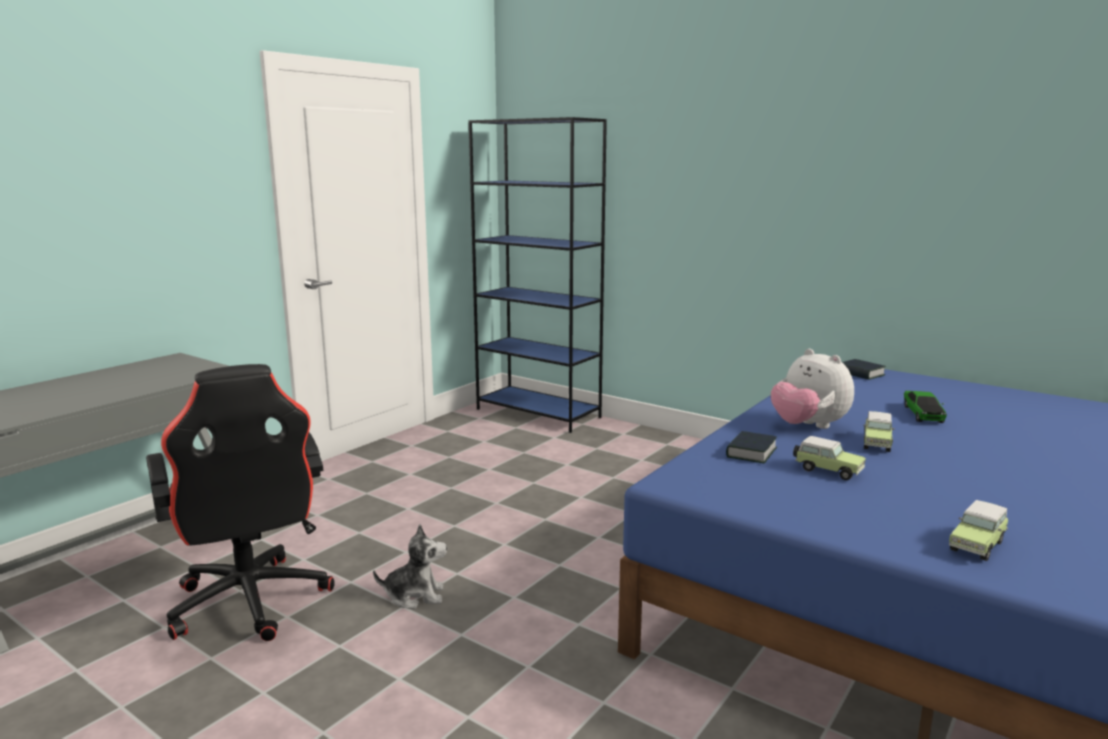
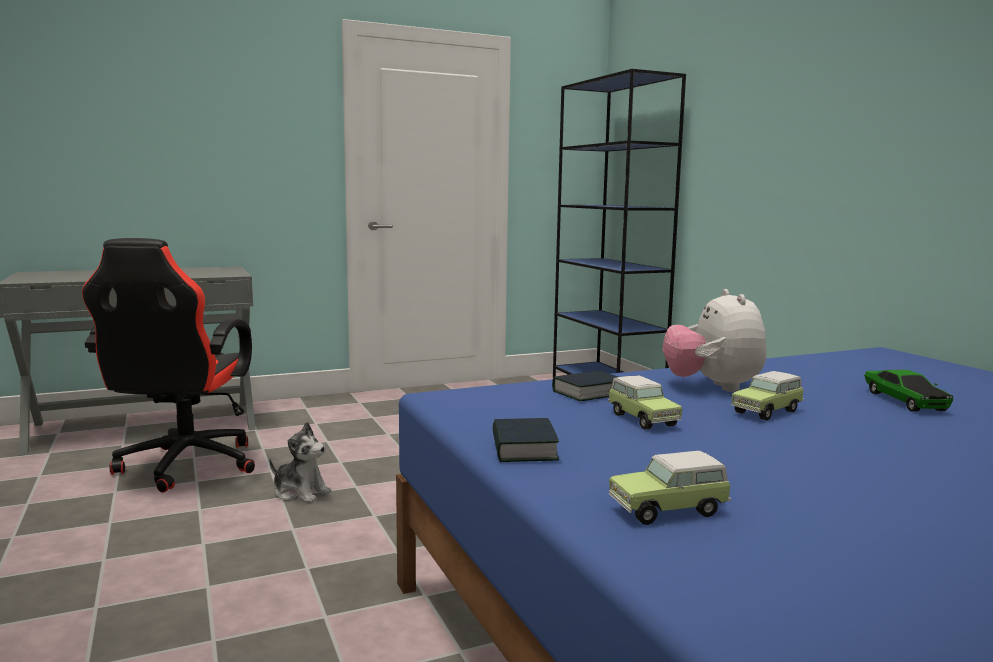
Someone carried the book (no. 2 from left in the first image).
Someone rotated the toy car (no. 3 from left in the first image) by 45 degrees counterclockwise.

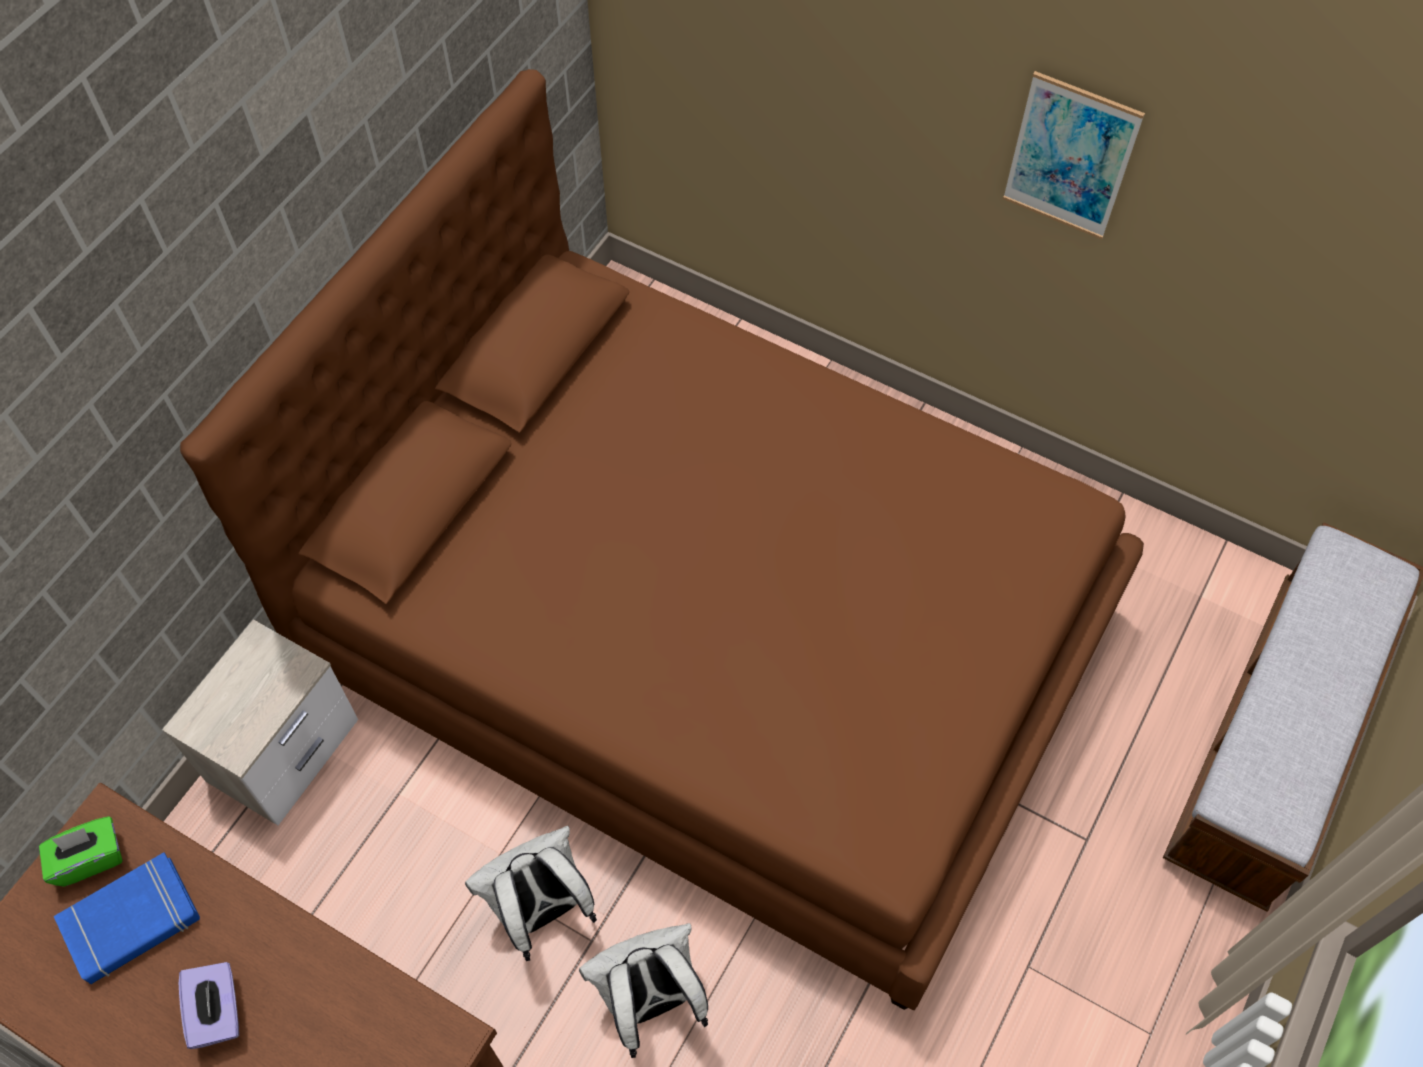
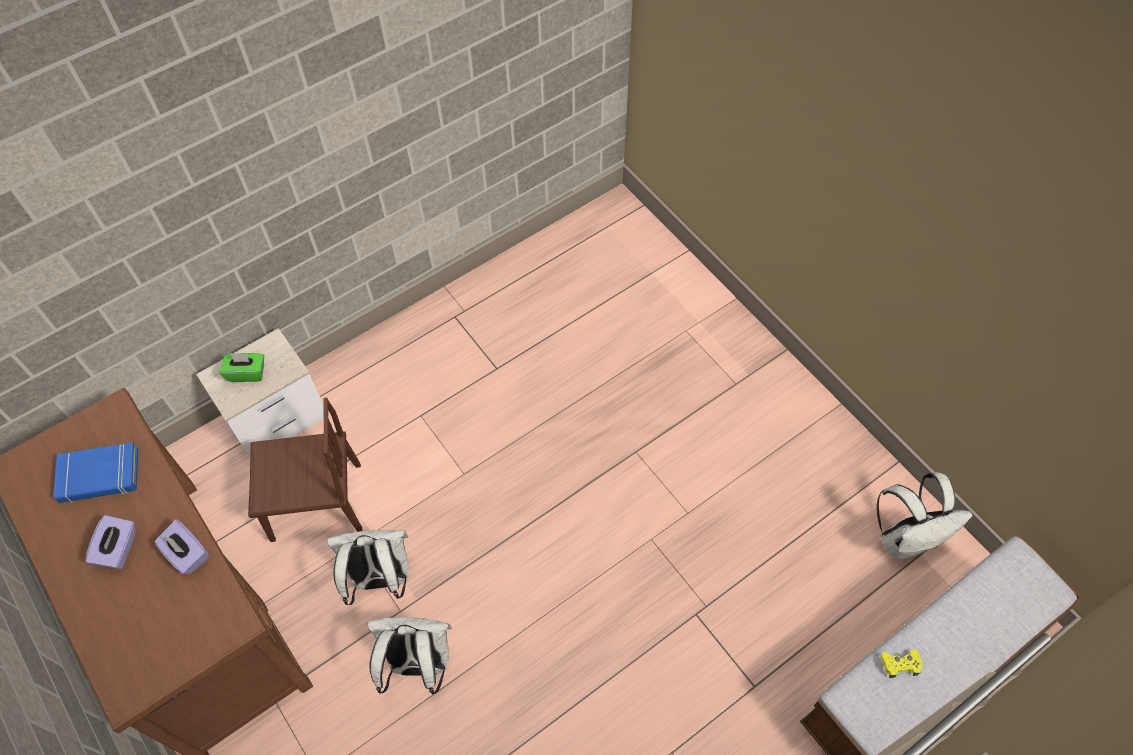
Someone took away the brown bed.
Someone took away the picture.
Someone carried the green tissue box.
Someone put down the brown chair.
Someone put down the white backpack (no. 3 from left).
Someone put down the purple tissue box (no. 2 from left).
Someone put down the yellow game controller.

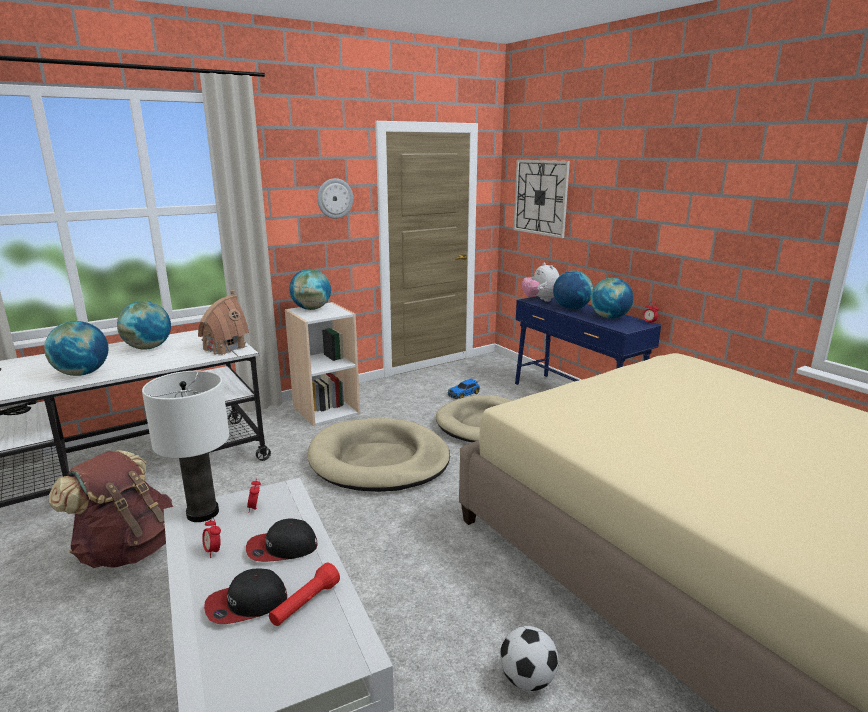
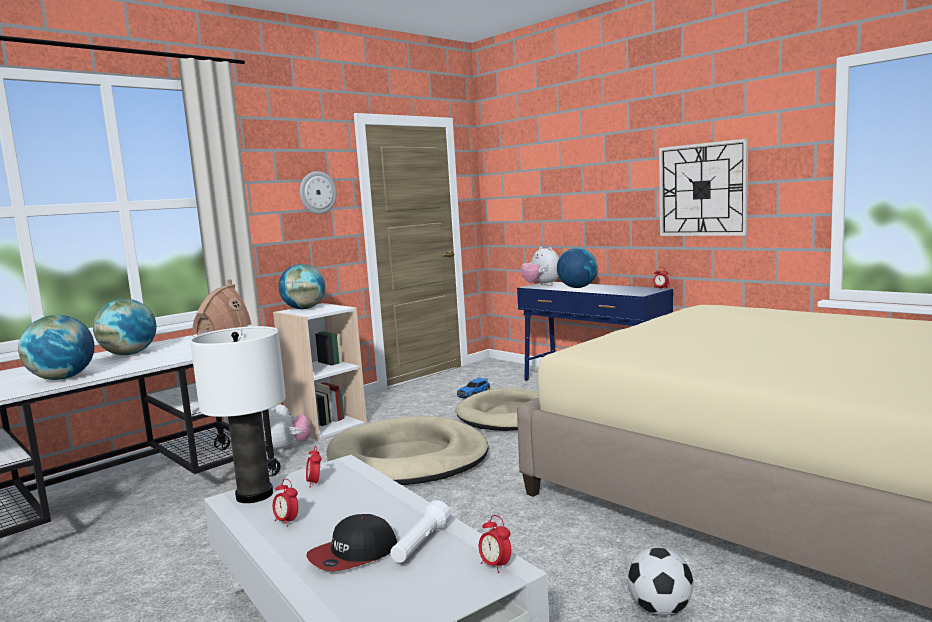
Someone carried the wall clock (no. 2 from left).
Someone took away the globe (no. 5 from left).
Someone took away the brown backpack.
Someone took away the cap (no. 2 from left).
Someone repainted the red flashlight, which became the white flashlight.
Someone put down the plush toy (no. 1 from left).
Someone put down the alarm clock (no. 3 from left).

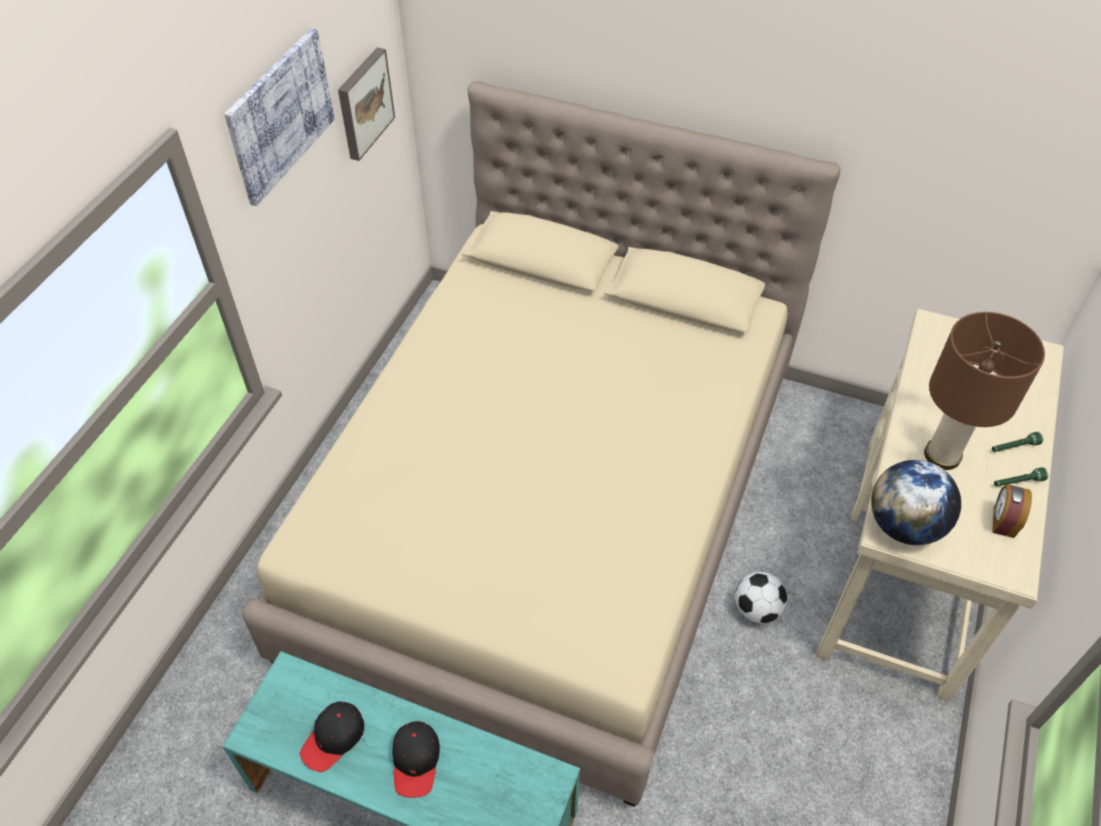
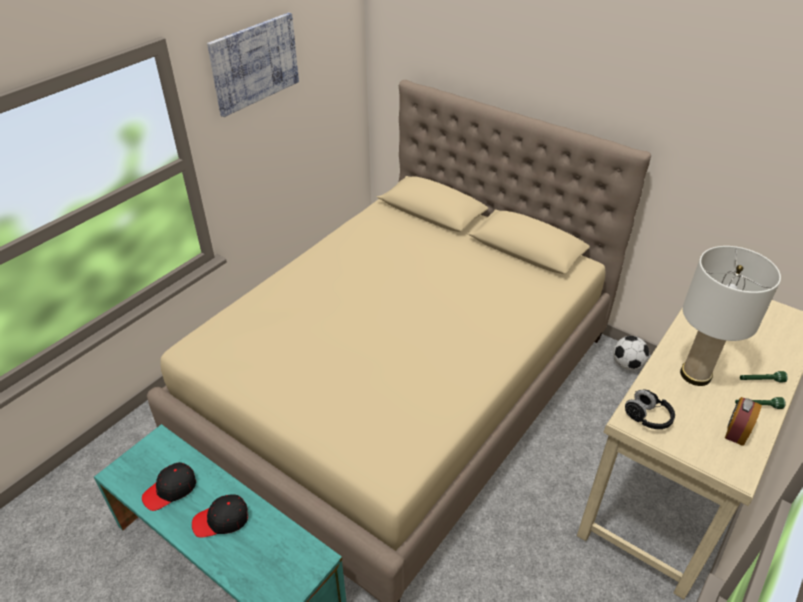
Someone took away the picture (no. 2 from left).
Someone repainted the brown table lamp, which became the white table lamp.
Someone swapped the globe for the black headphones.
Someone carried the football.
Someone rotated the black cap (no. 2 from left) by 60 degrees clockwise.

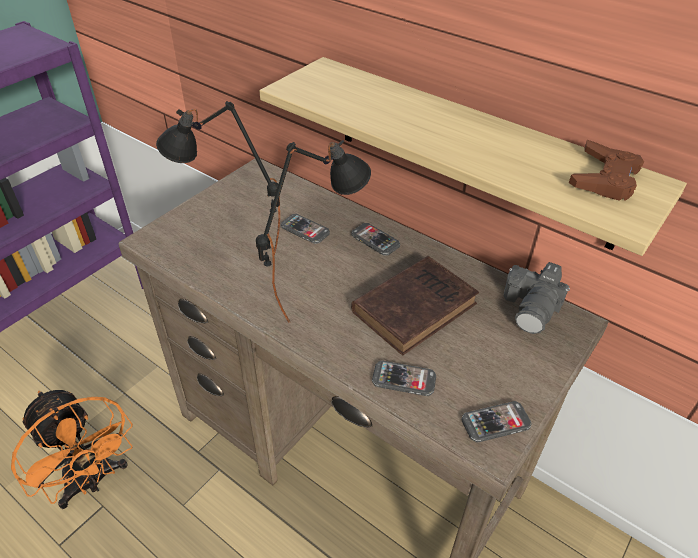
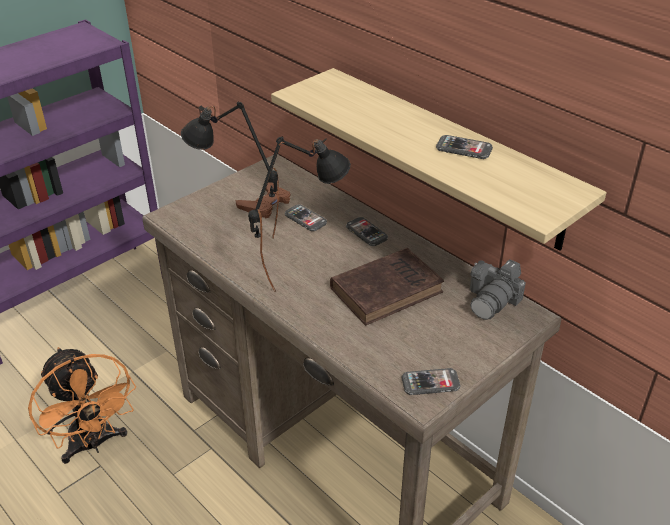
Someone carried the brown game controller.
Someone carried the phone (no. 3 from left in the first image).

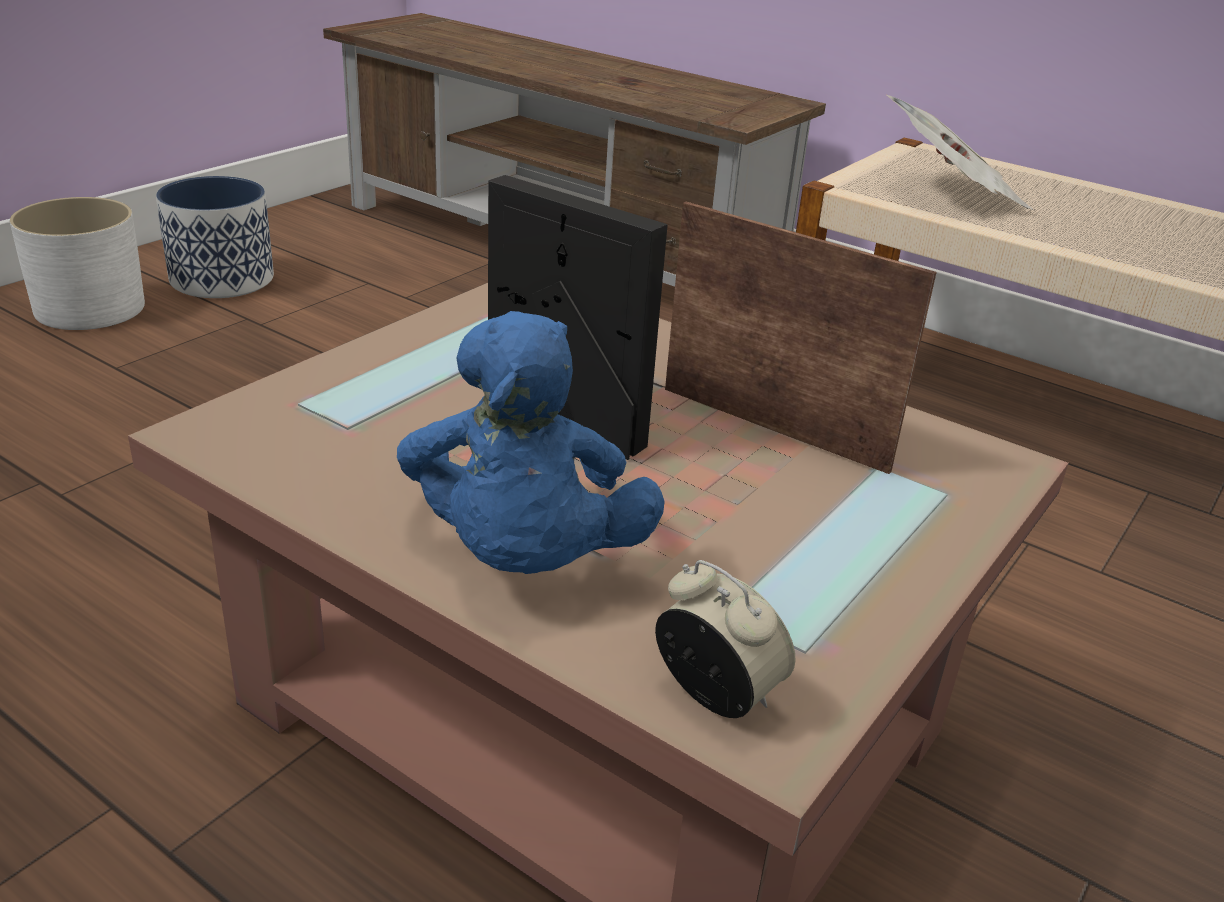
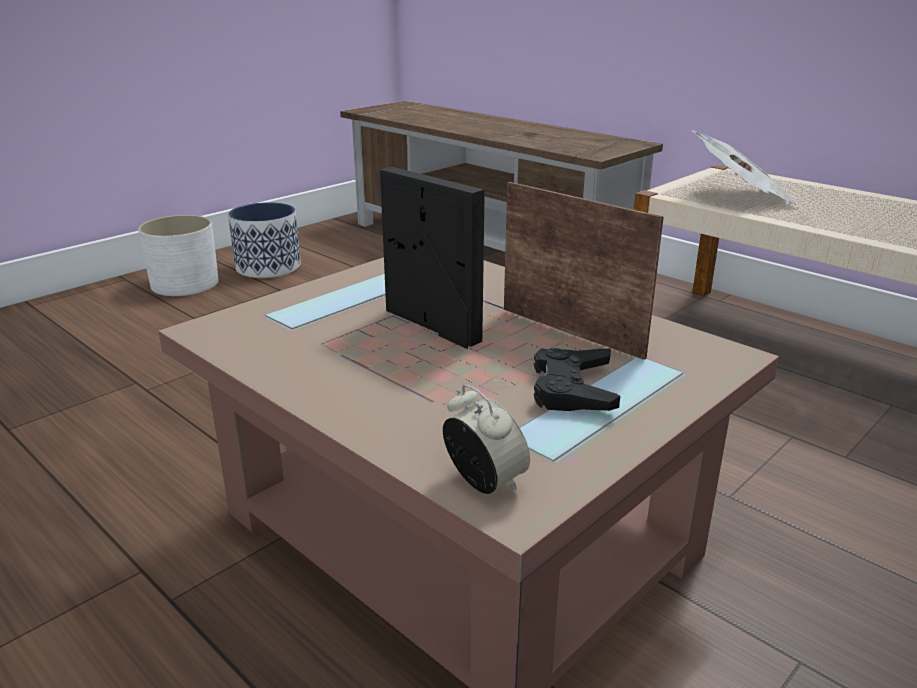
Someone took away the blue plush toy.
Someone put down the black game controller.

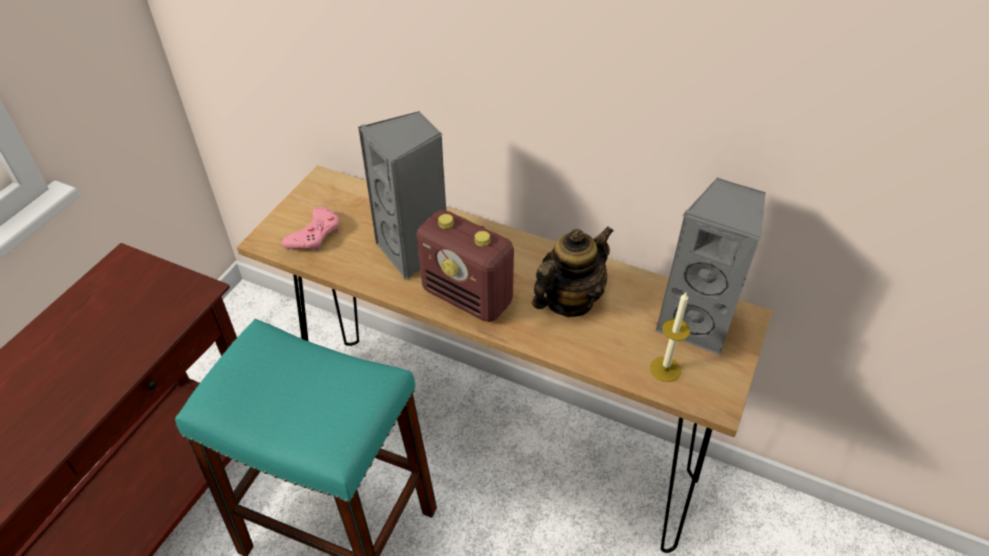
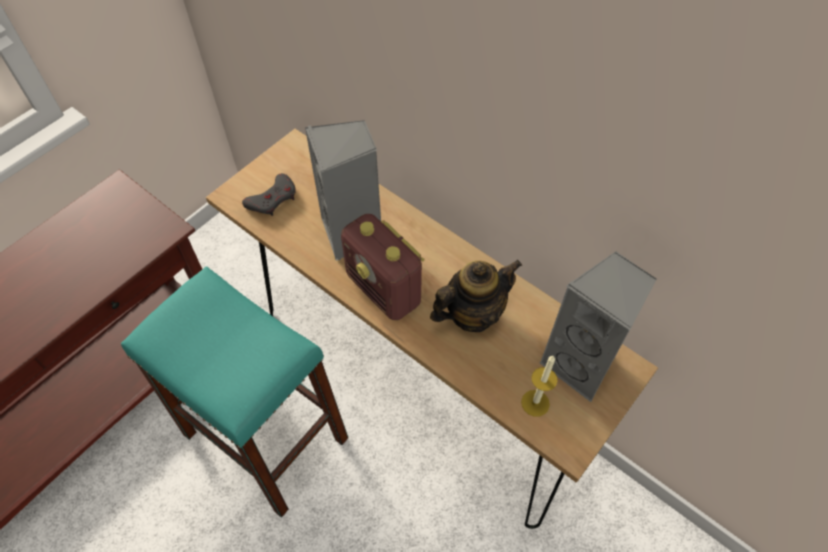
Someone repainted the pink game controller, which became the grey game controller.

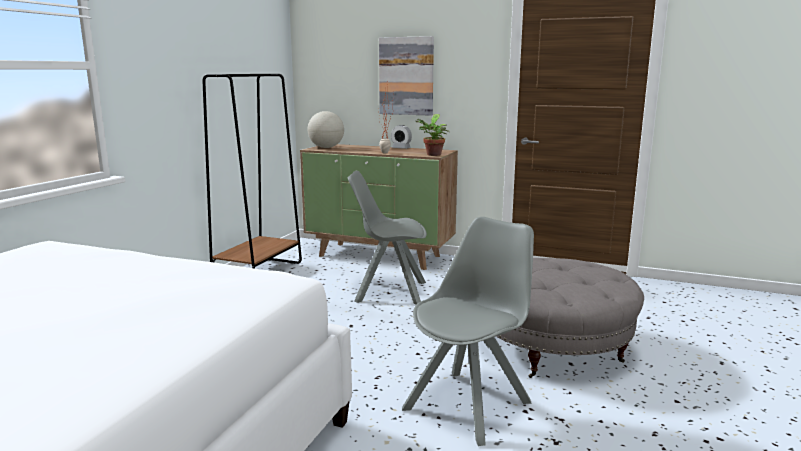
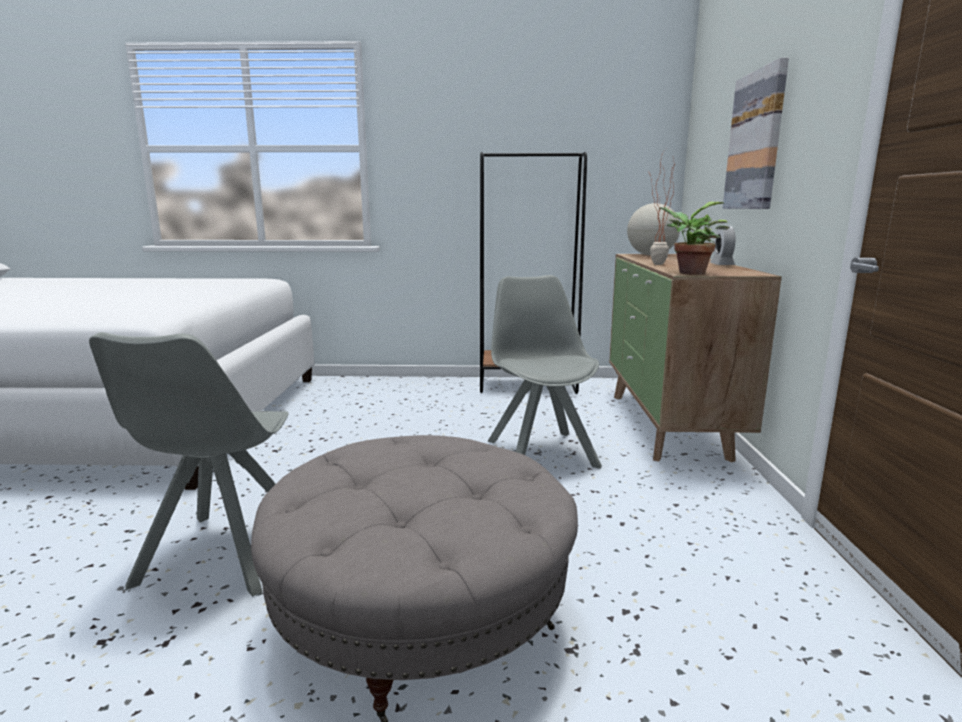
Someone rotated the grey chair (no. 2 from left in the first image) by 75 degrees clockwise.

